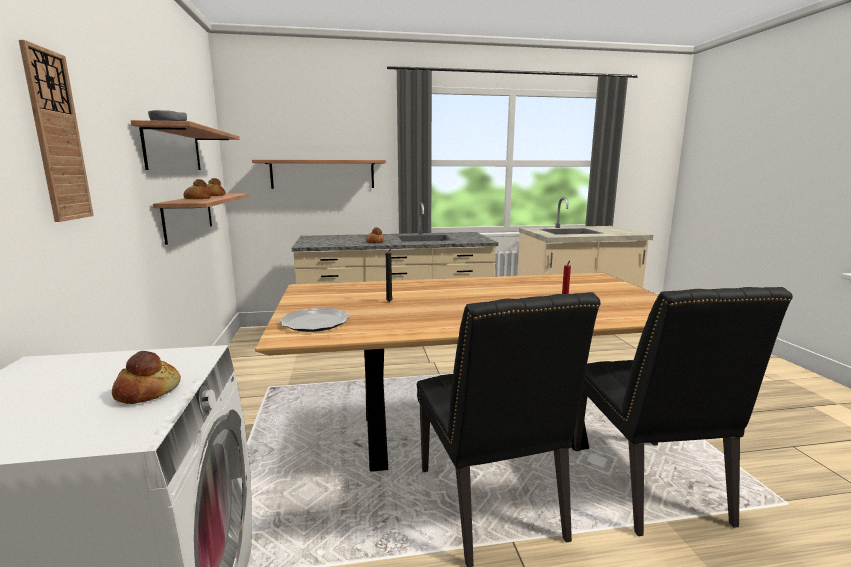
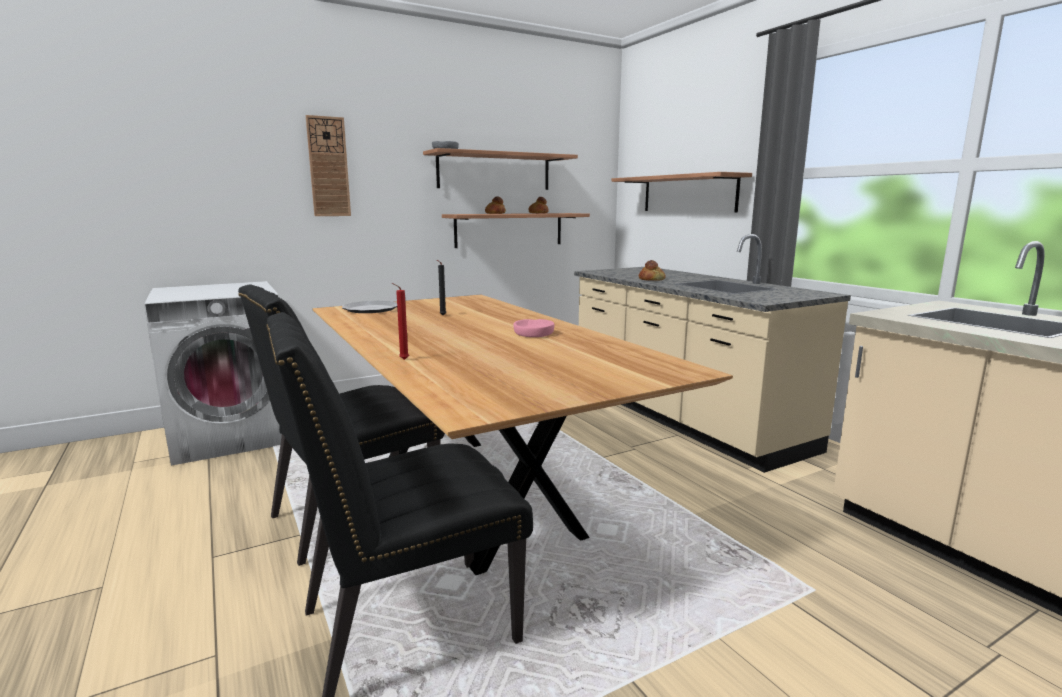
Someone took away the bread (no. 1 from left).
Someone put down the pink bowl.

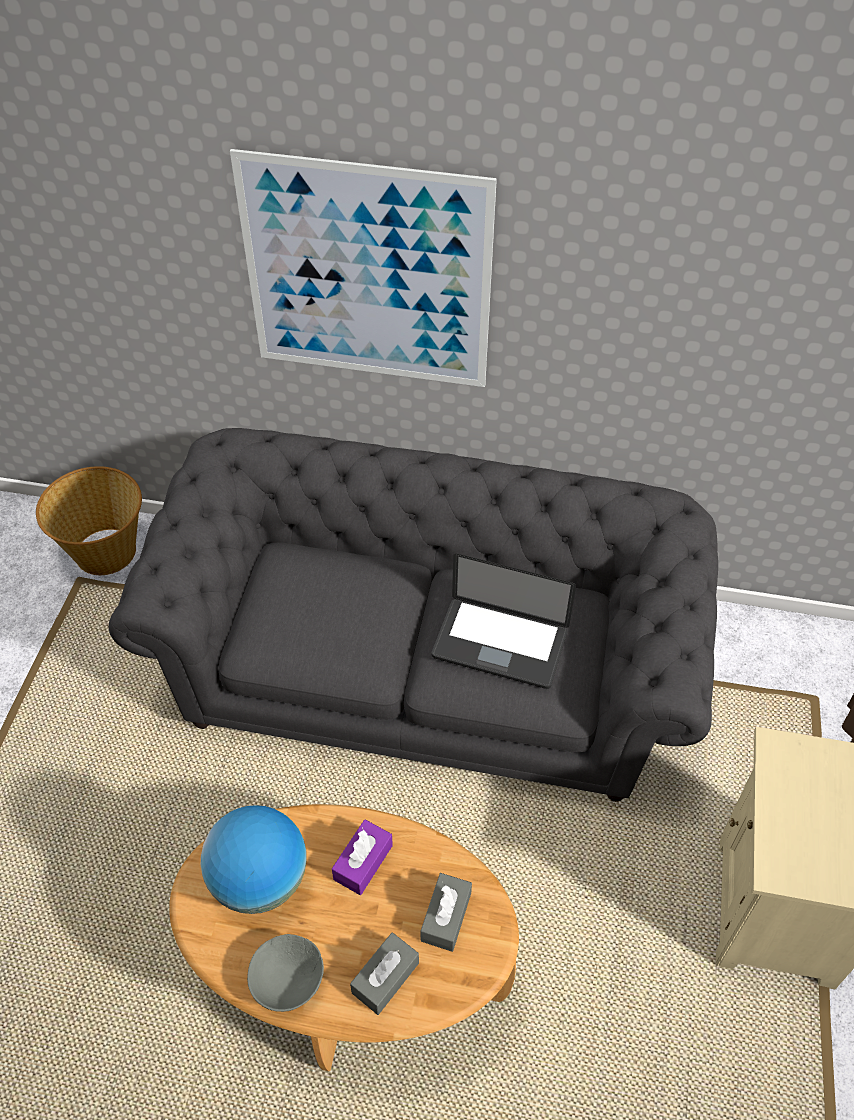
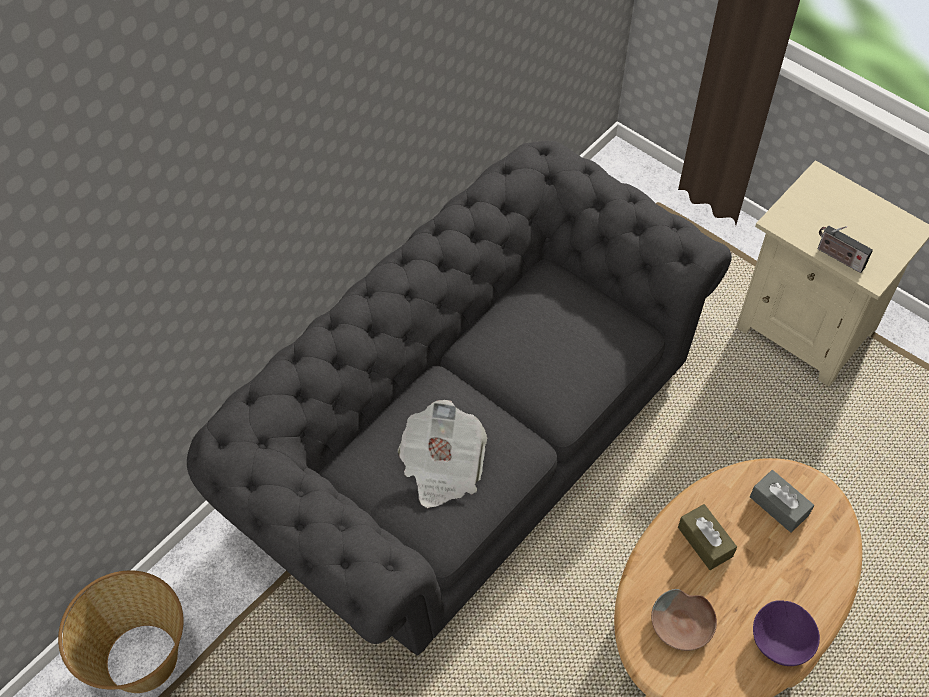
Someone took away the picture.
Someone took away the laptop.
Someone swapped the globe for the brown bowl.
Someone repainted the purple tissue box, which became the brown tissue box.
Someone took away the grey tissue box (no. 1 from left).
Someone repainted the grey bowl, which became the purple bowl.
Someone put down the radio.
Someone put down the newspaper.

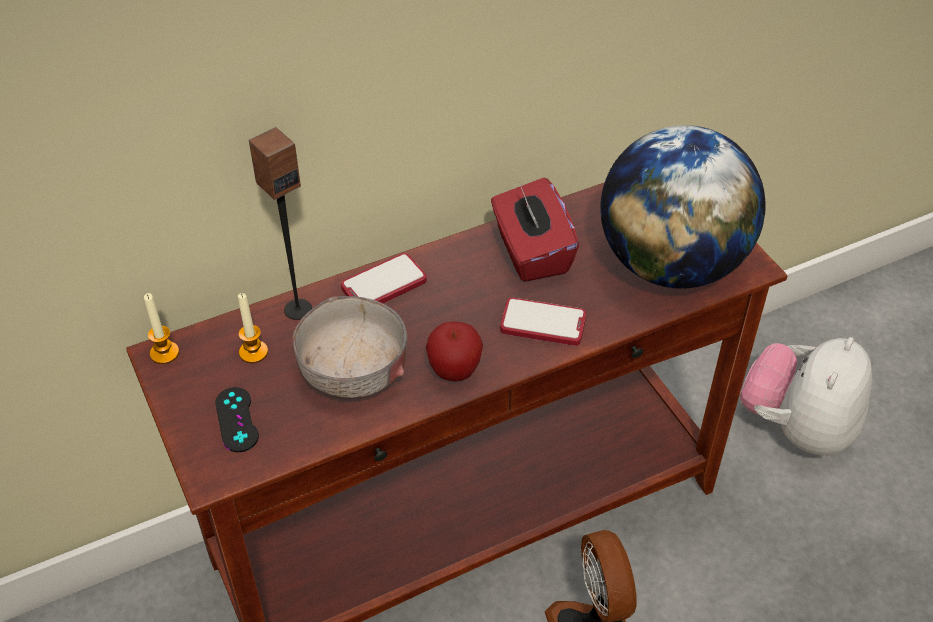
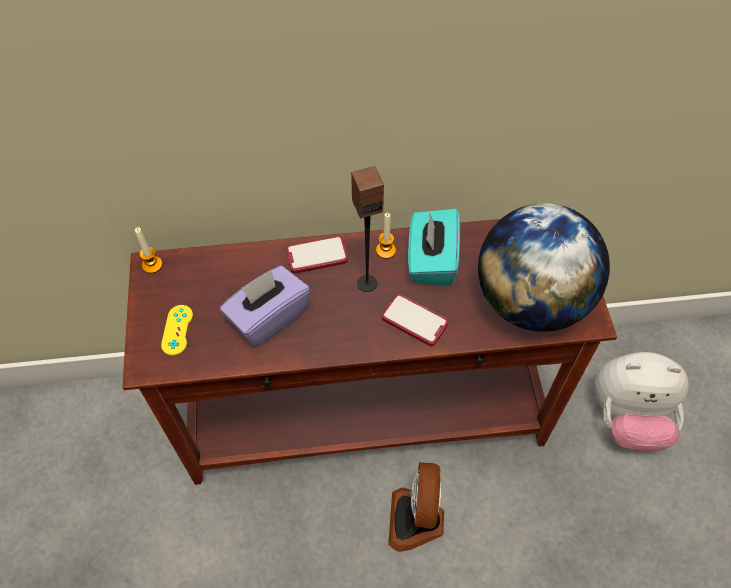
Someone carried the speaker.
Someone repainted the red tissue box, which became the turquoise tissue box.
Someone carried the candle (no. 2 from left).
Someone swapped the grey bowl for the purple tissue box.
Someone took away the apple.
Someone rotated the plush toy by 135 degrees counterclockwise.
Someone repainted the black game controller, which became the yellow game controller.

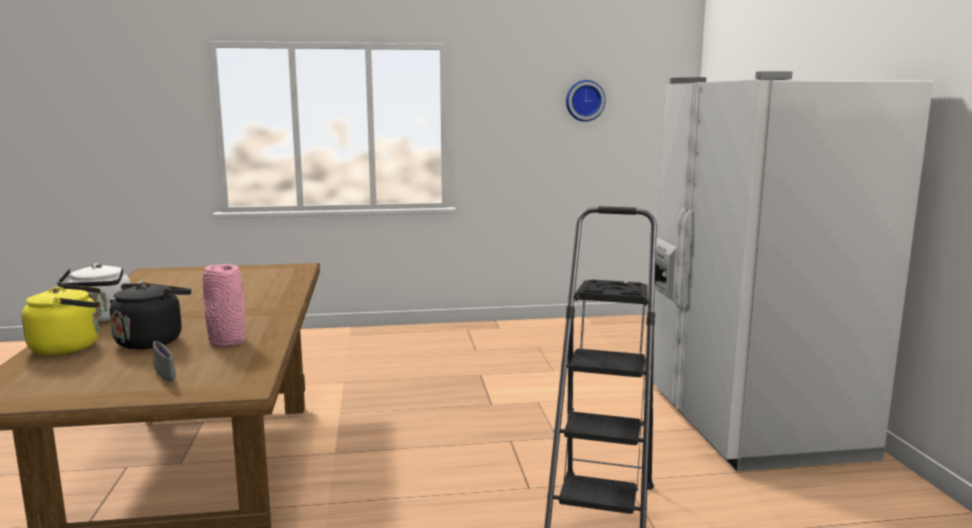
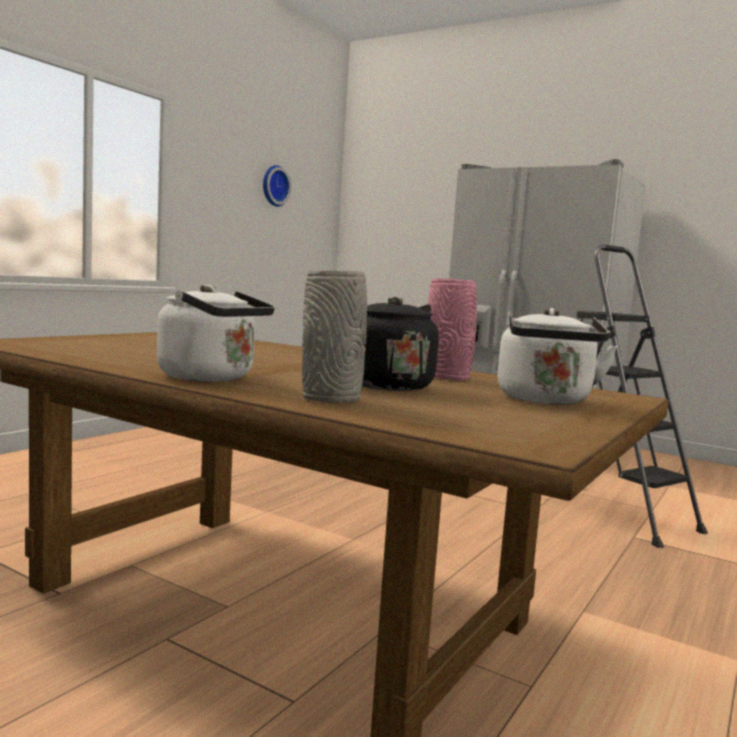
Someone swapped the yellow kettle for the grey vase.
Someone swapped the grey bowl for the white kettle (no. 2 from left).

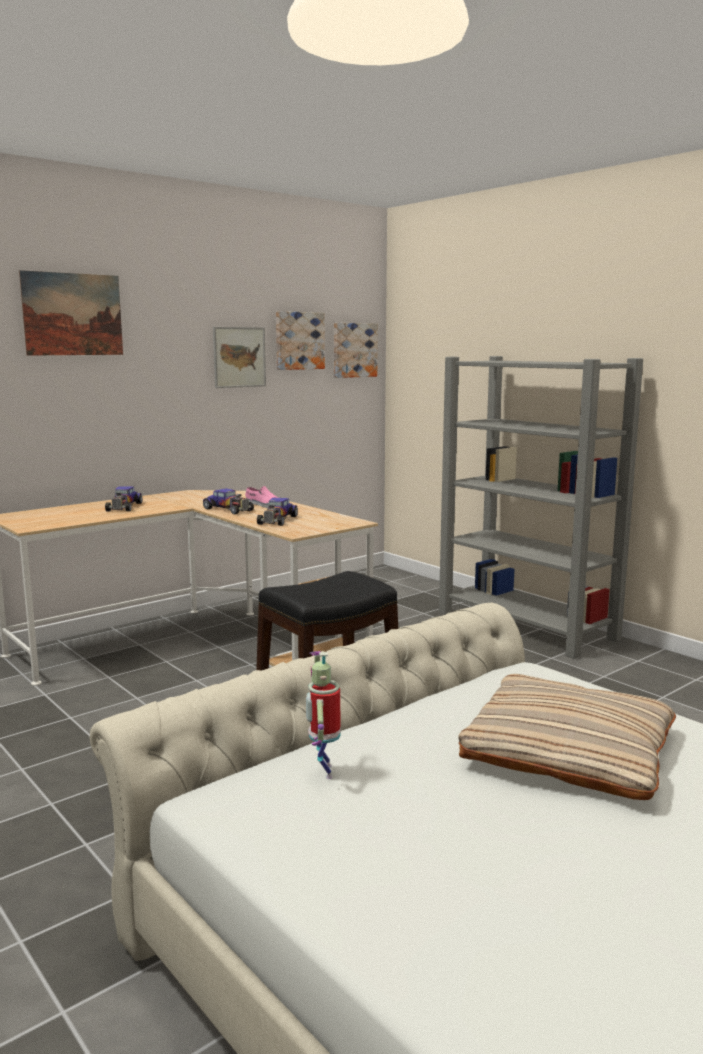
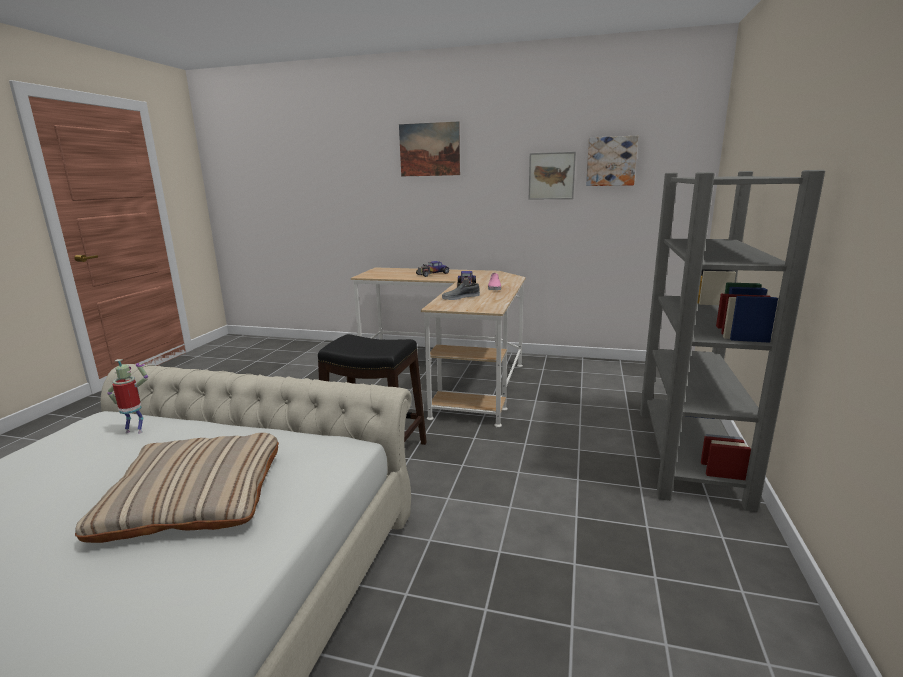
Someone took away the picture (no. 4 from left).
Someone swapped the toy car (no. 3 from left) for the grey shoe.
Someone rotated the toy robot by 45 degrees clockwise.

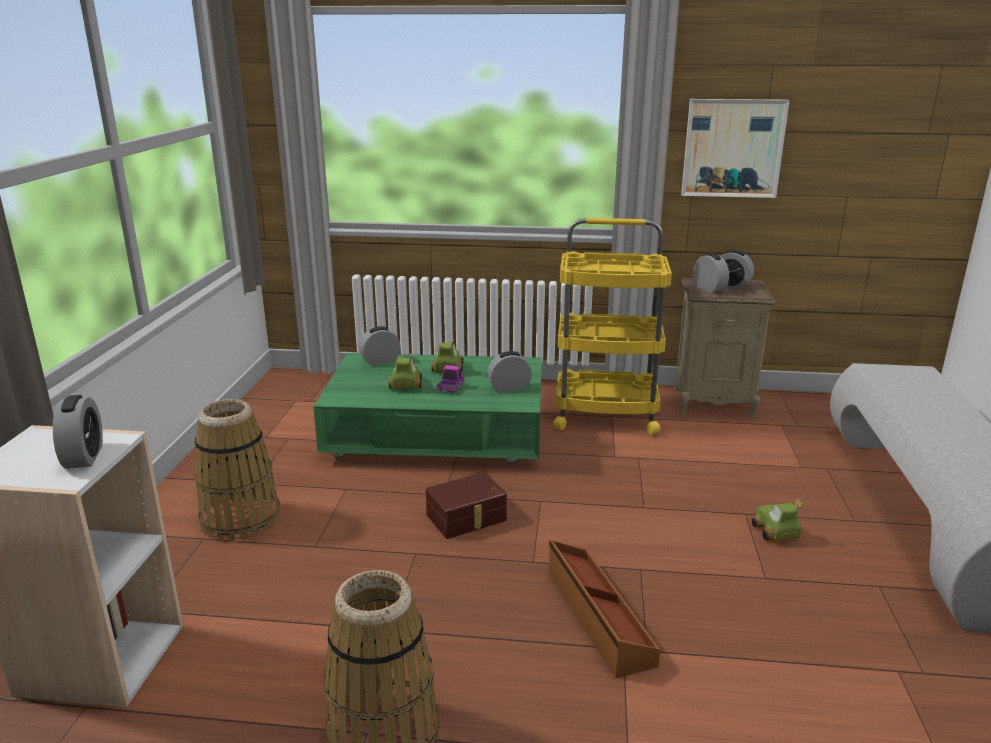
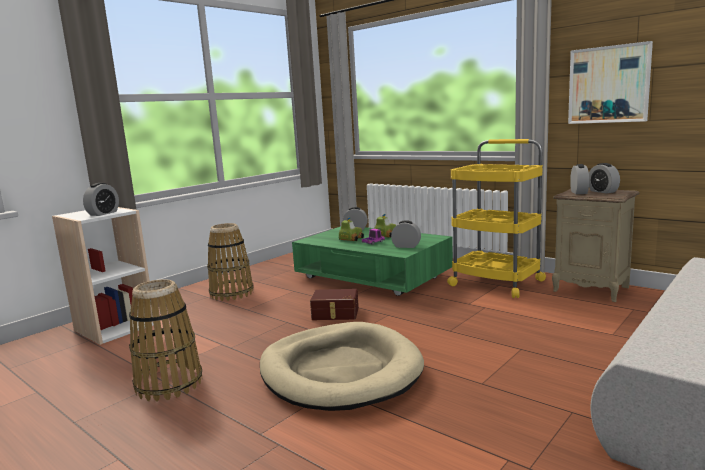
Someone took away the toy car (no. 3 from left).
Someone swapped the brown storage box (no. 2 from left) for the beige dog bed.

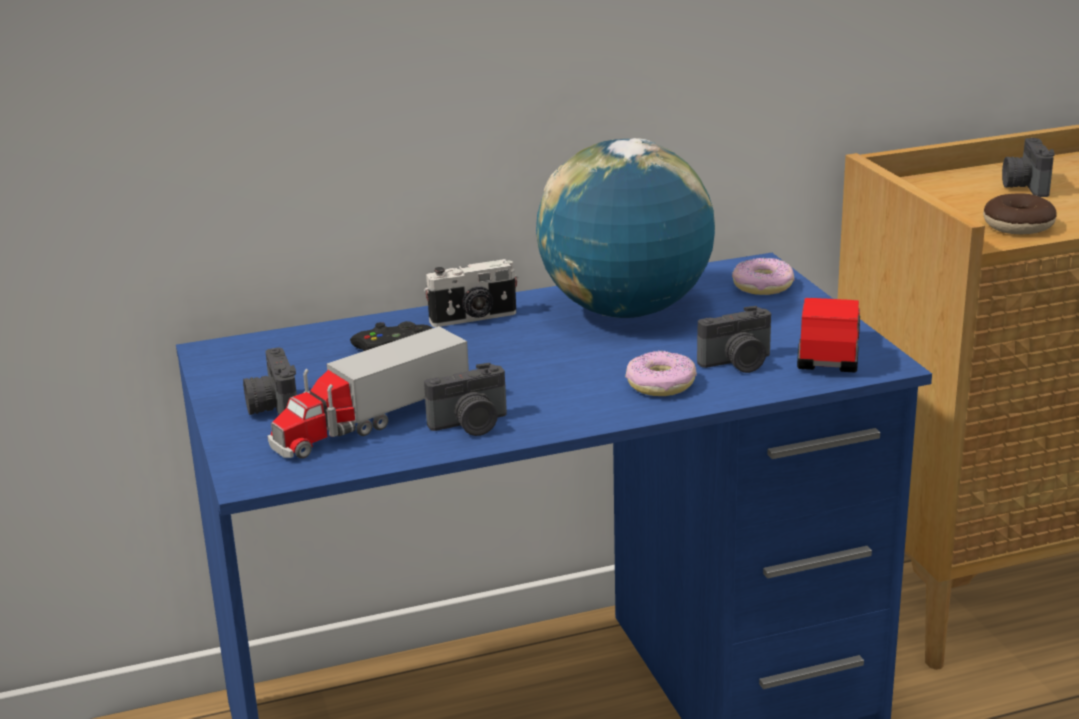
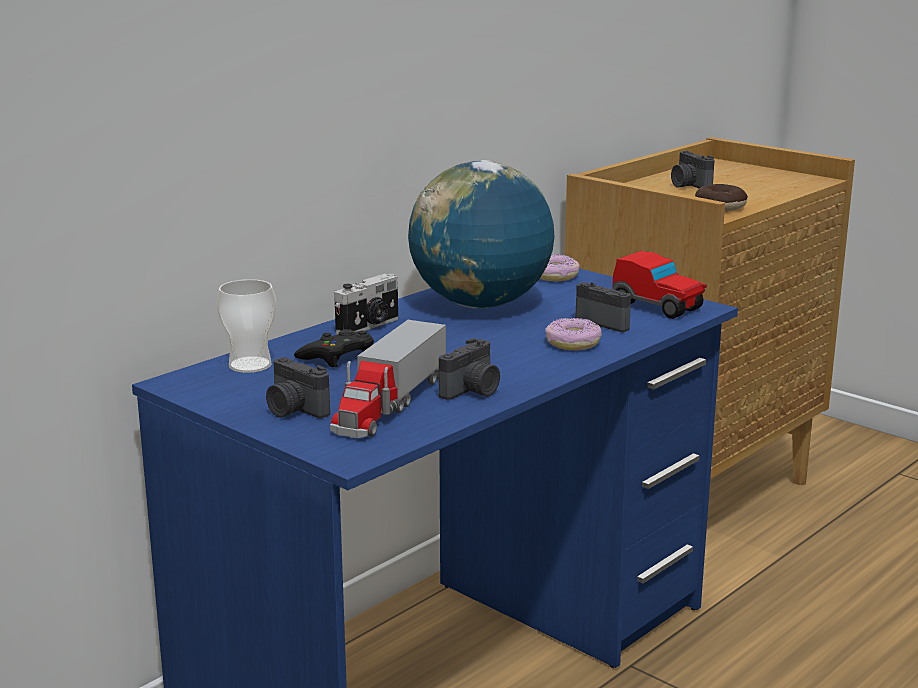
Someone rotated the toy car by 150 degrees clockwise.
Someone rotated the photo camera (no. 4 from left) by 90 degrees counterclockwise.
Someone put down the cup.

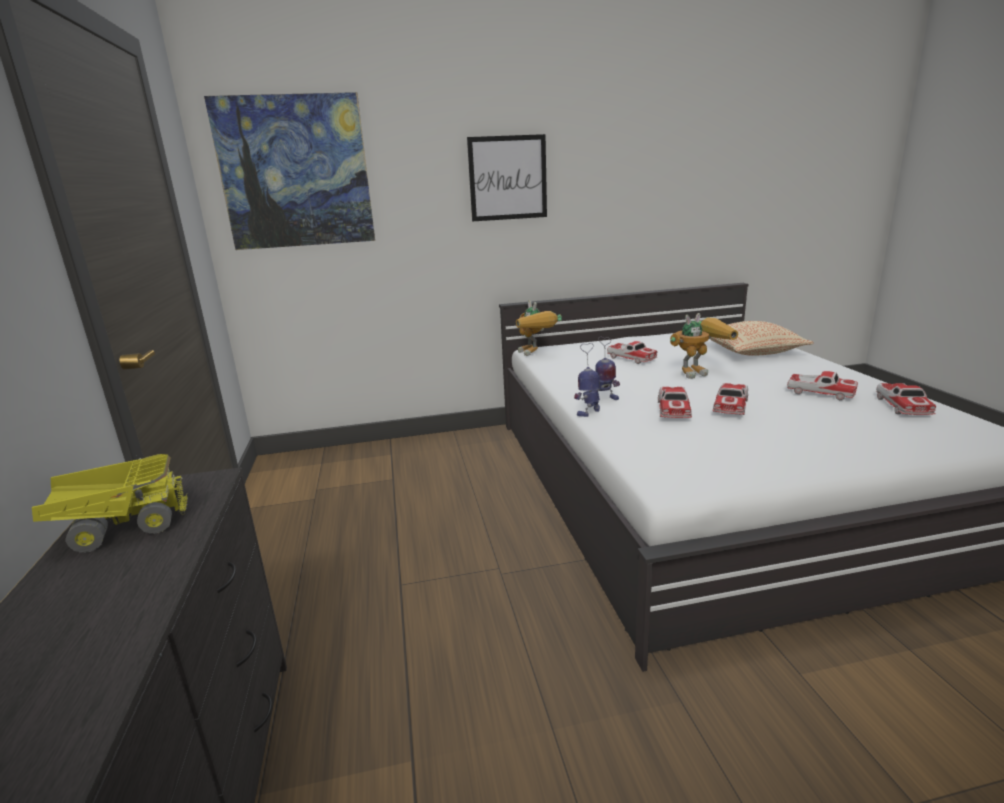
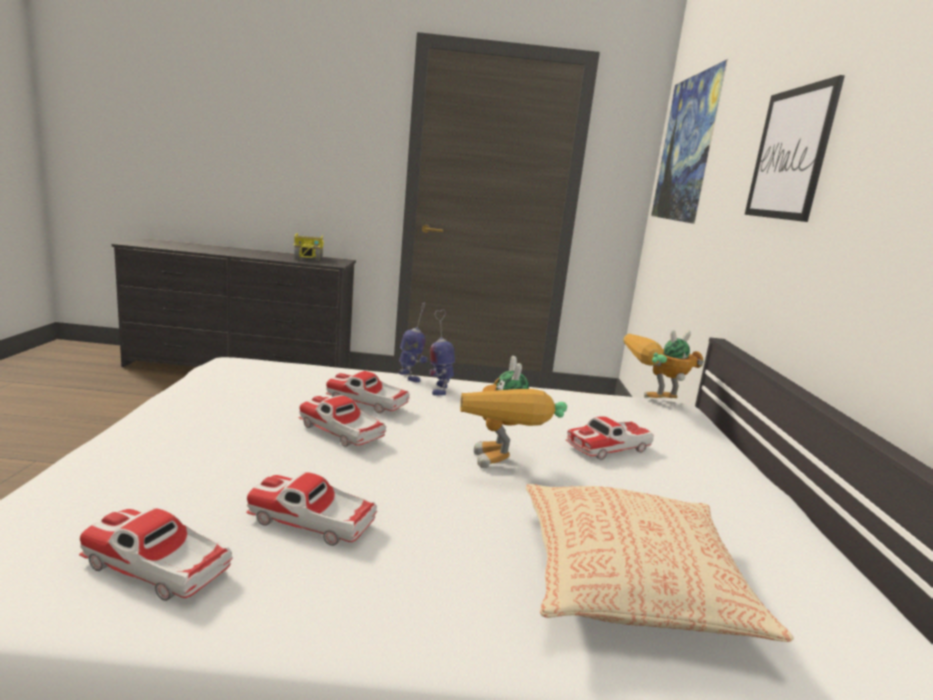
Someone rotated the toy car (no. 4 from left in the first image) by 60 degrees clockwise.

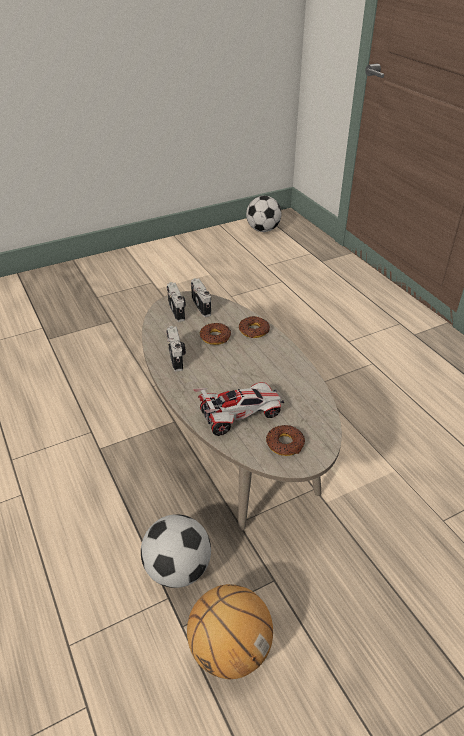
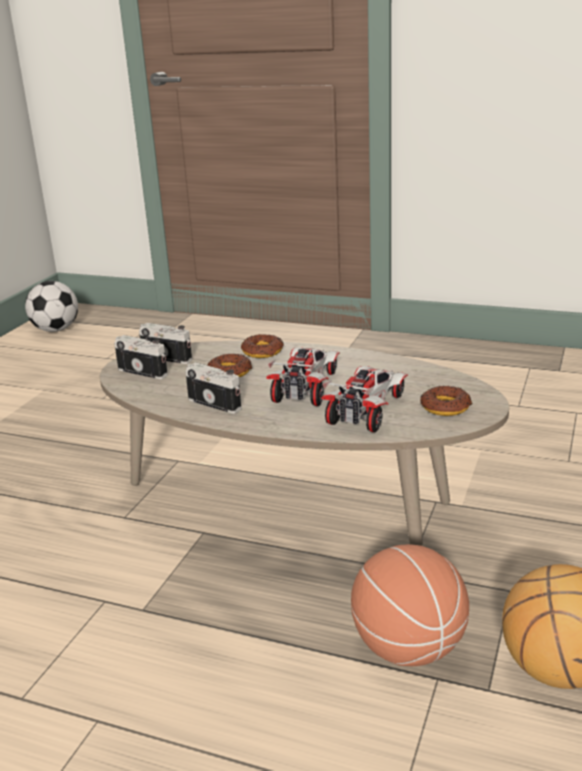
Someone swapped the football (no. 1 from left) for the basketball (no. 1 from left).
Someone put down the toy car (no. 1 from left).

